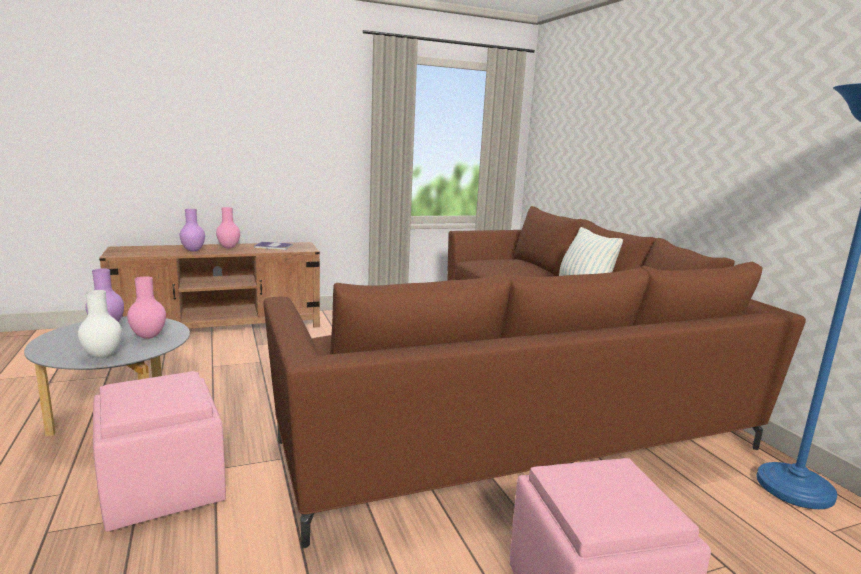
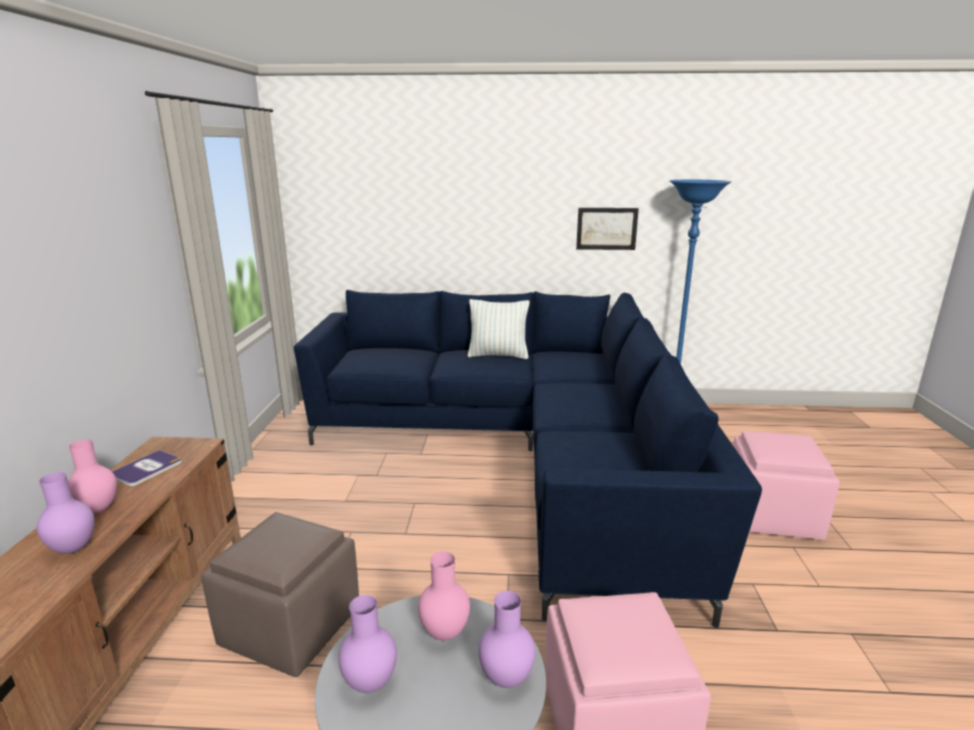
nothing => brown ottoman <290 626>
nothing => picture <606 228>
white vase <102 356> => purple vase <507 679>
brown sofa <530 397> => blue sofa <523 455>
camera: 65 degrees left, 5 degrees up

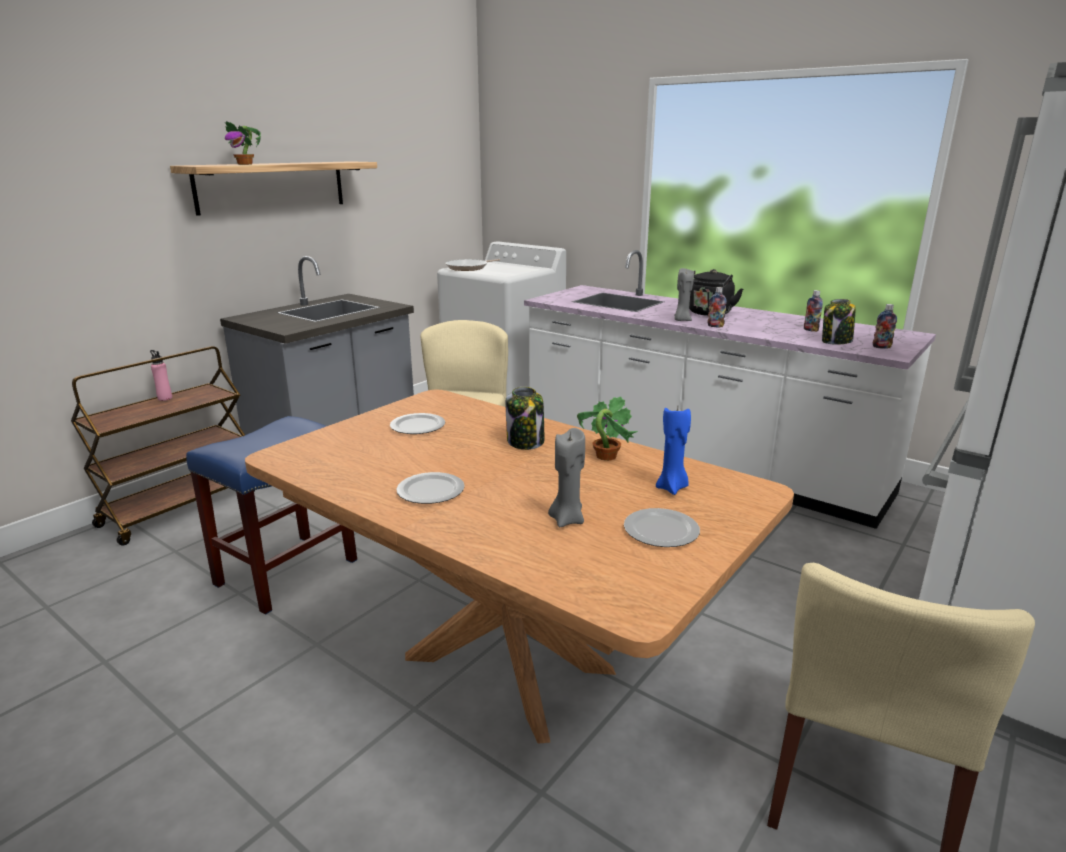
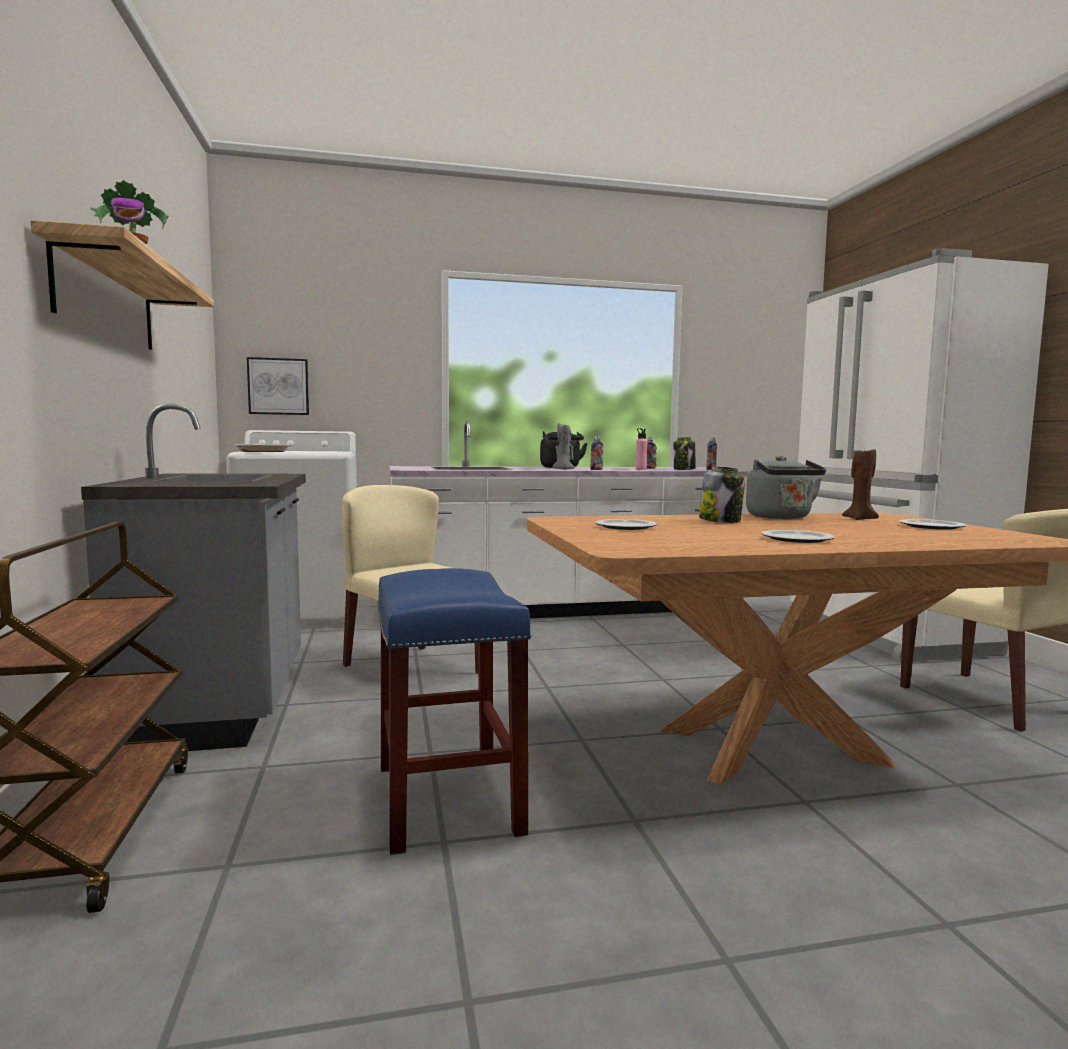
grey candle <567 519> => nothing
nothing => picture <278 386>
pink bottle <165 398> => pink bottle <640 469>, move
potted plant <605 456> => grey kettle <781 517>
blue candle <672 488> => brown candle <860 519>
camera: 50 degrees left, 15 degrees down

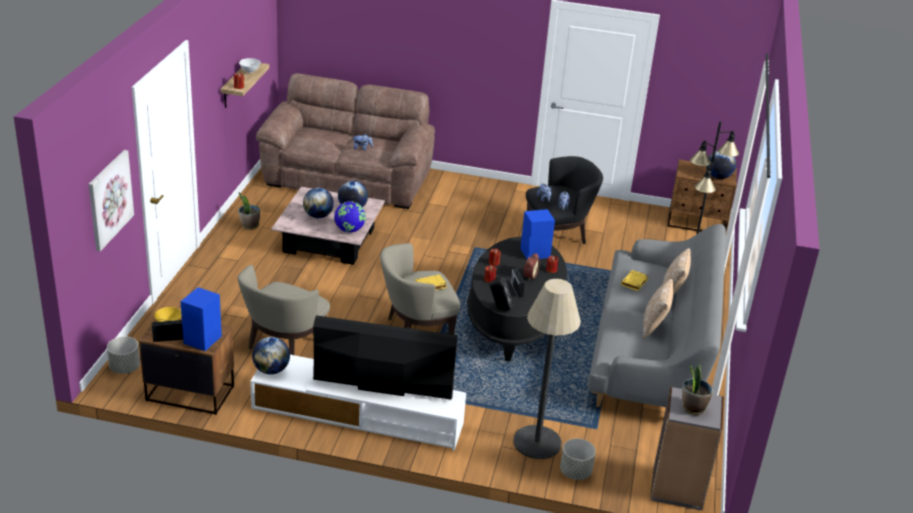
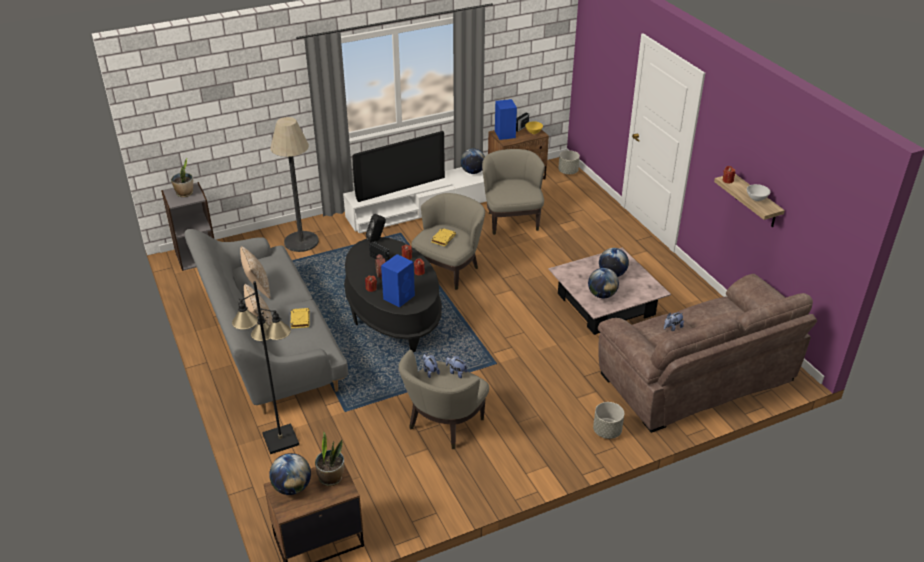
picture <109 199> => nothing
globe <349 230> => nothing
potted plant <249 226> => potted plant <331 478>, move
grey planter <575 472> => grey planter <606 431>, move
black armchair <558 235> => beige armchair <443 425>
camera: 145 degrees right, 5 degrees up

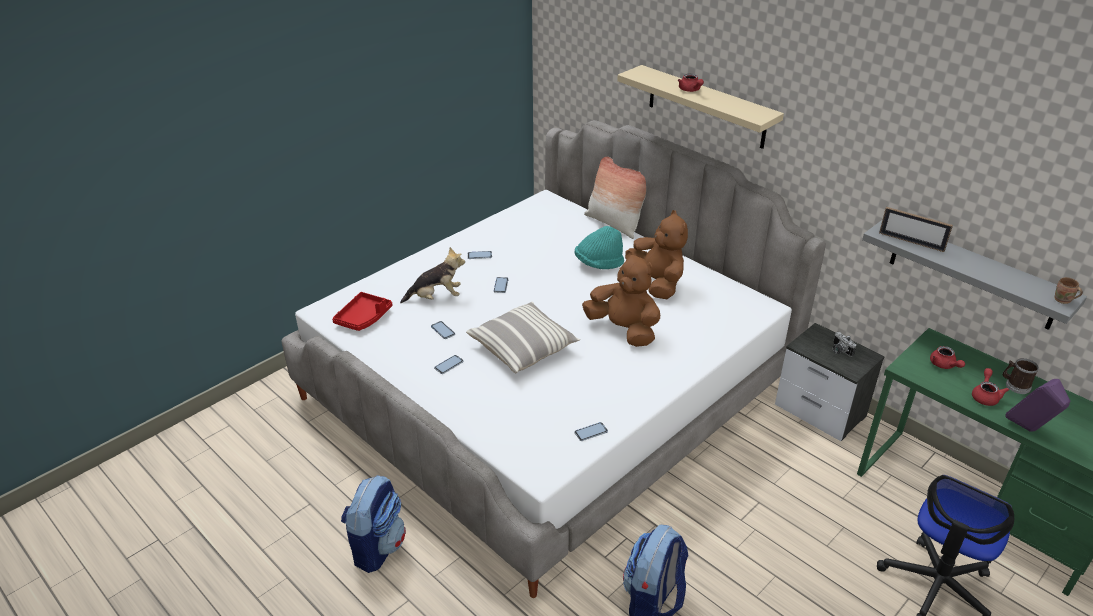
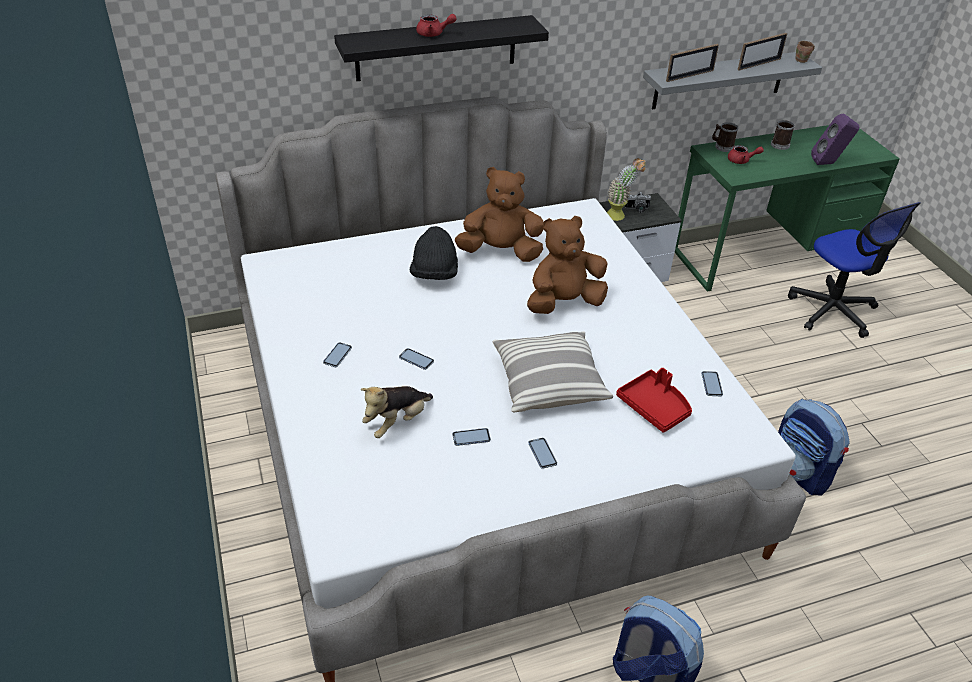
pillow <614 224> => nothing
red teapot <985 396> => nothing
nothing => potted plant <620 216>
nothing => mug <722 146>
nothing => picture frame <759 64>
red tray <364 318> => red tray <654 407>, move
turquoise hat <599 263> => black hat <434 274>
beige shelf <706 107> => black shelf <436 48>
plush toy <436 297> => plush toy <397 422>, 150 degrees counterclockwise
camera: 65 degrees left, 5 degrees up

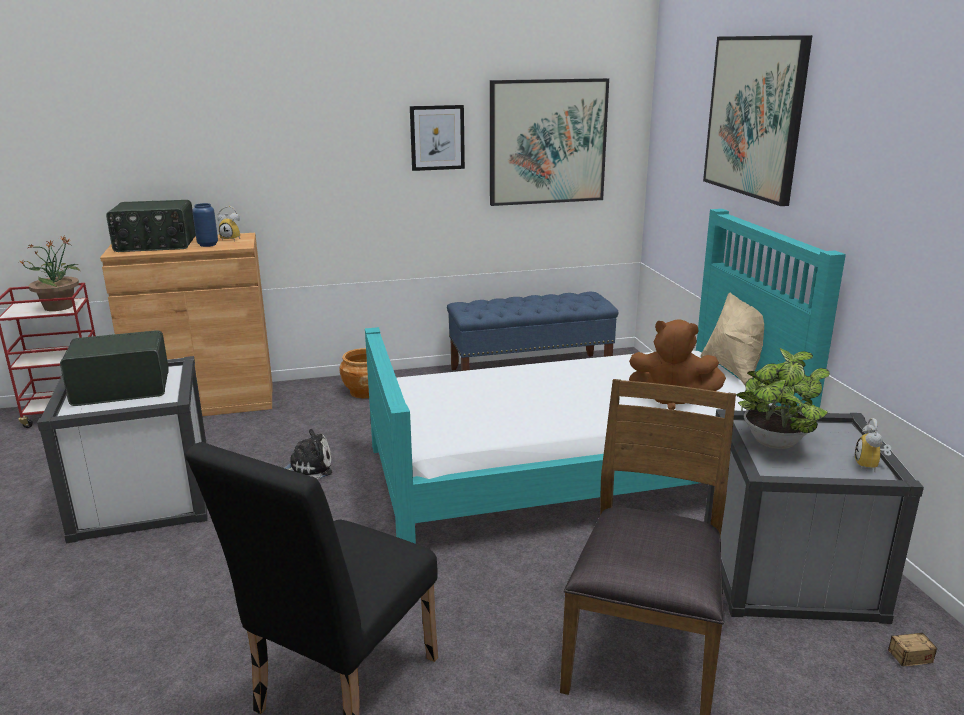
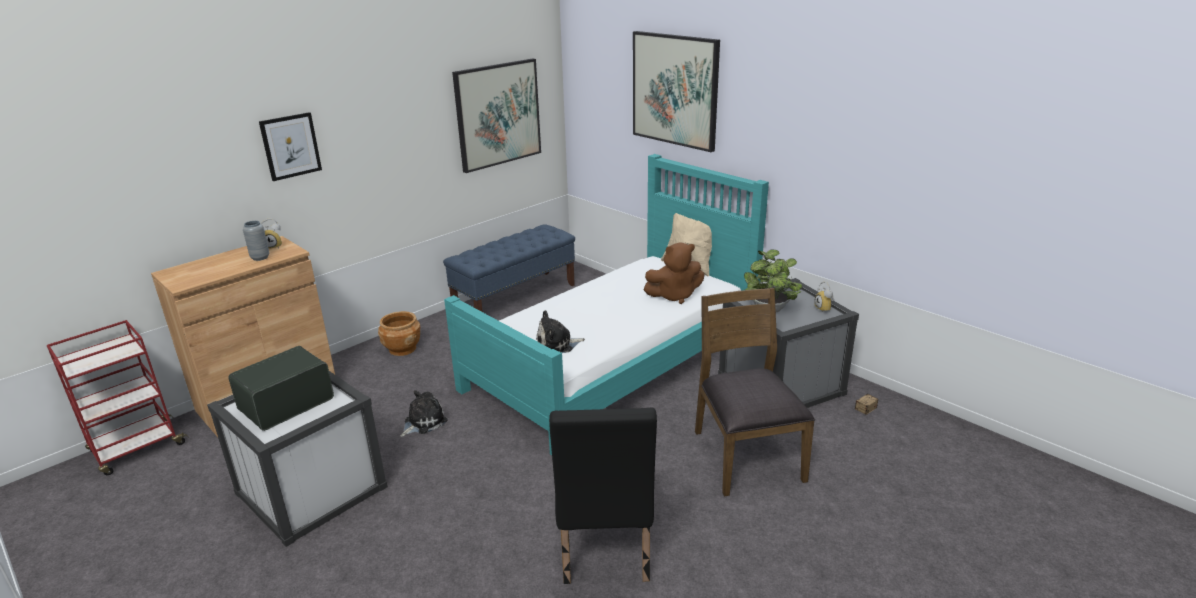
potted plant <59 306> => nothing
radio <155 245> => nothing
nothing => plush toy <557 345>
picture <437 137> => picture <290 146>, move
blue vase <208 245> => grey vase <260 258>
camera: 30 degrees left, 5 degrees up

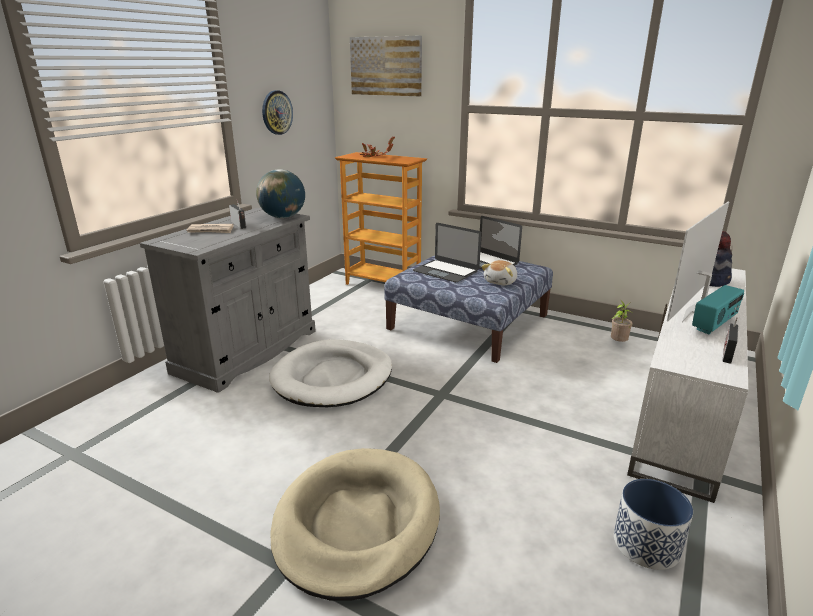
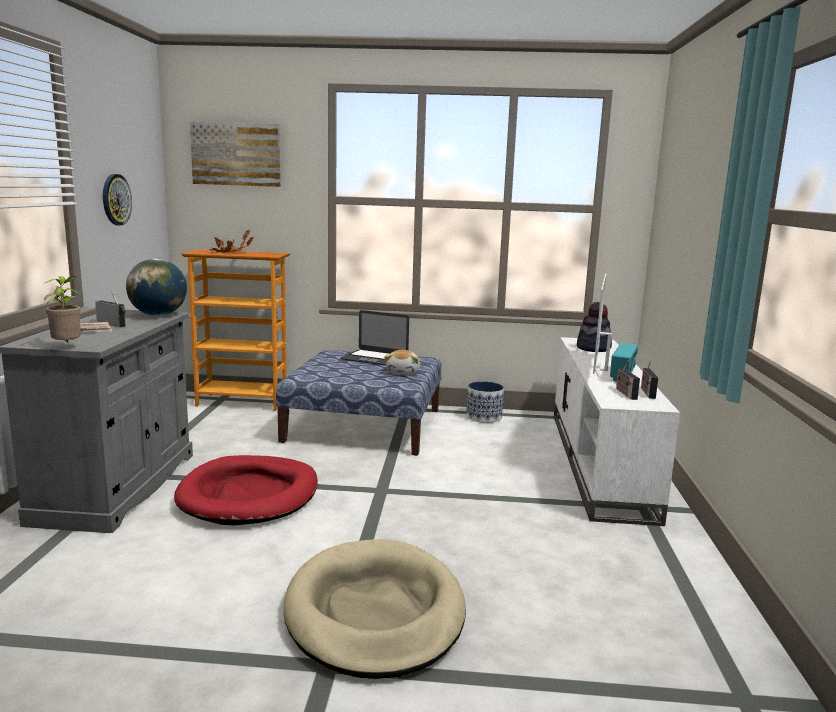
laptop <446 271> => nothing
nothing => radio <625 393>
potted plant <618 343> => potted plant <67 347>, move
planter <647 544> => planter <484 417>, move
white dog bed <333 377> => red dog bed <249 495>
camera: 25 degrees left, 10 degrees down

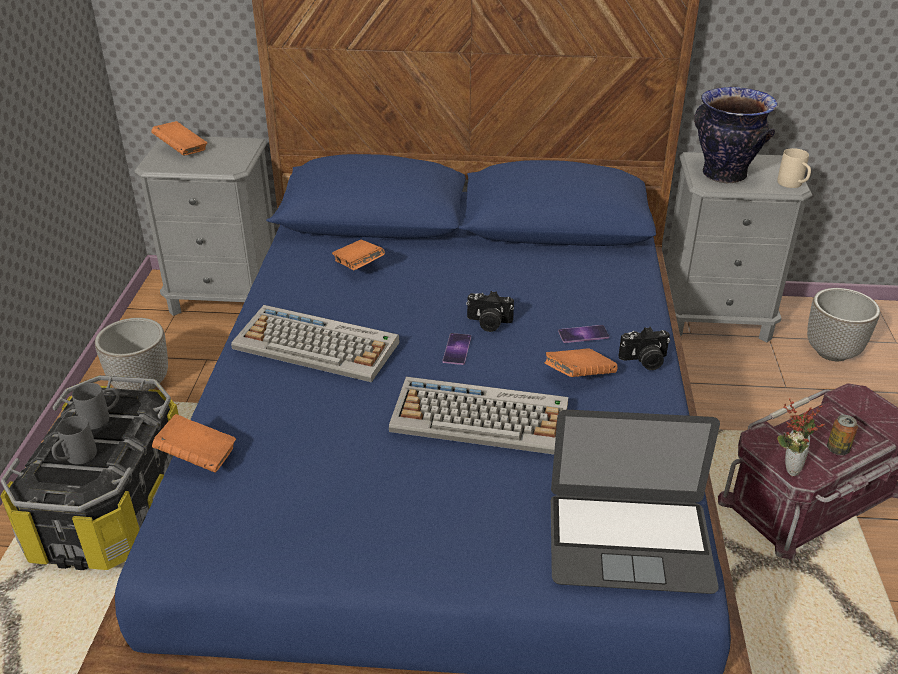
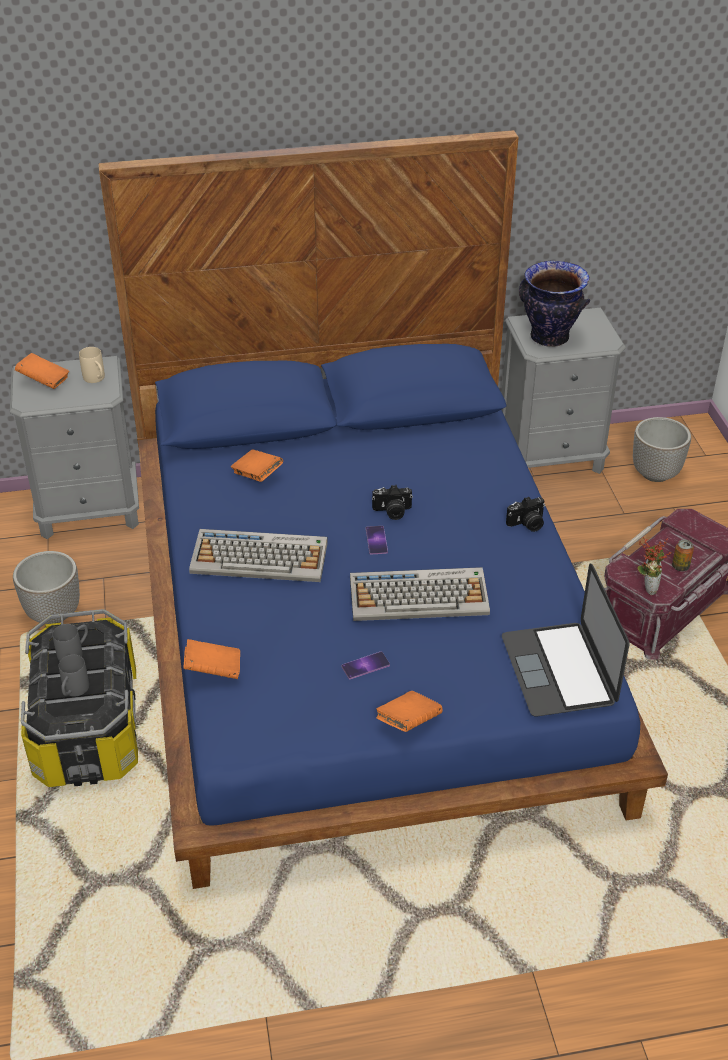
orange book <579 376> => orange book <408 722>, move
phone <583 334> => phone <365 665>, move
beige mug <793 185> => beige mug <96 379>, move
laptop <629 541> => laptop <559 669>, 90 degrees clockwise
camera: 15 degrees left, 5 degrees up

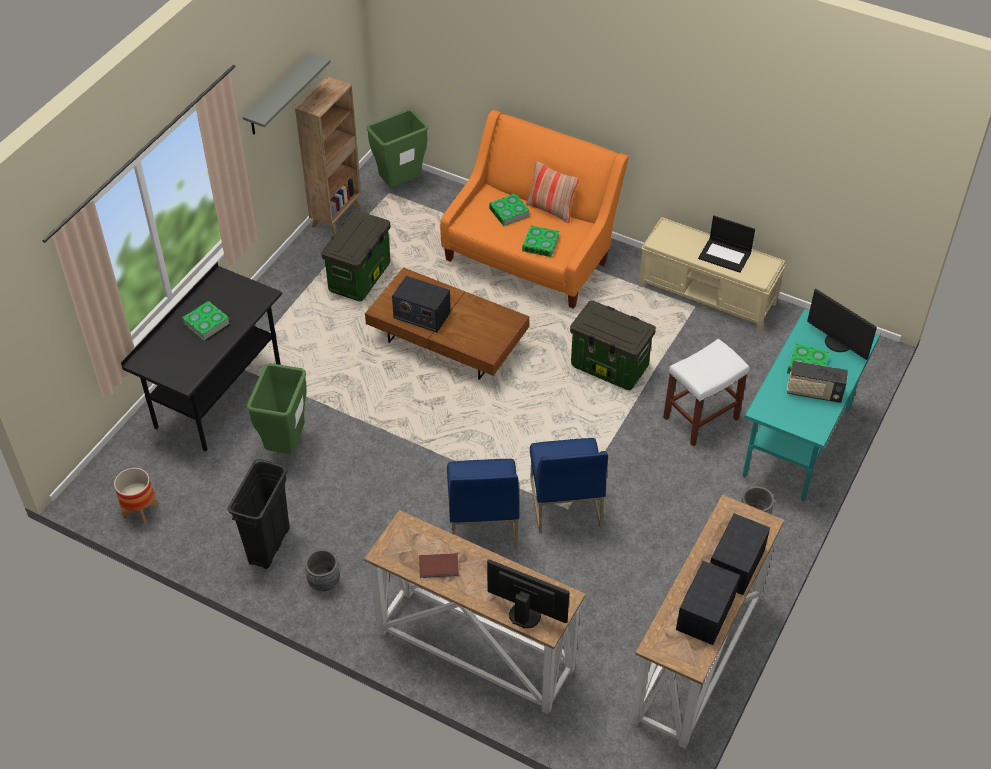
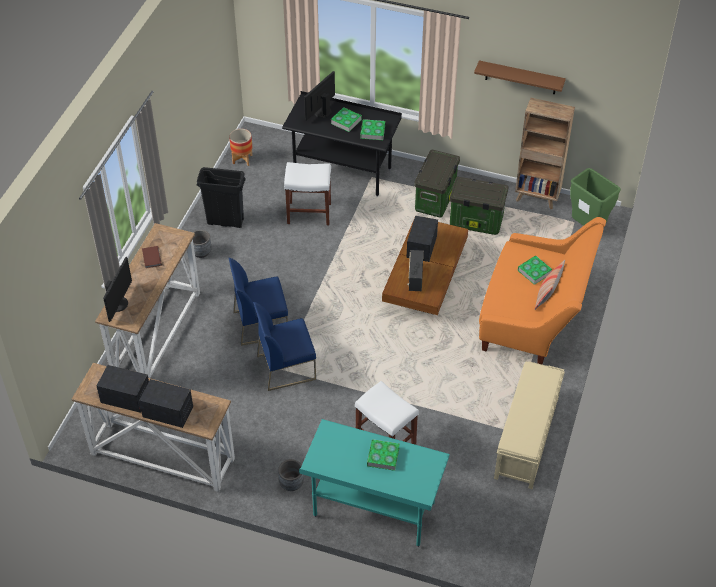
laptop <725 255> => nothing
book <540 244> => book <372 132>, move
storage box <610 367> => storage box <435 200>, move
radio <813 393> => radio <415 278>, move
monitor <837 343> => monitor <321 111>, move
green trash can <286 445> => white stool <308 213>
grey shelf <278 95> => brown shelf <521 77>
camera: 80 degrees right, 0 degrees up

